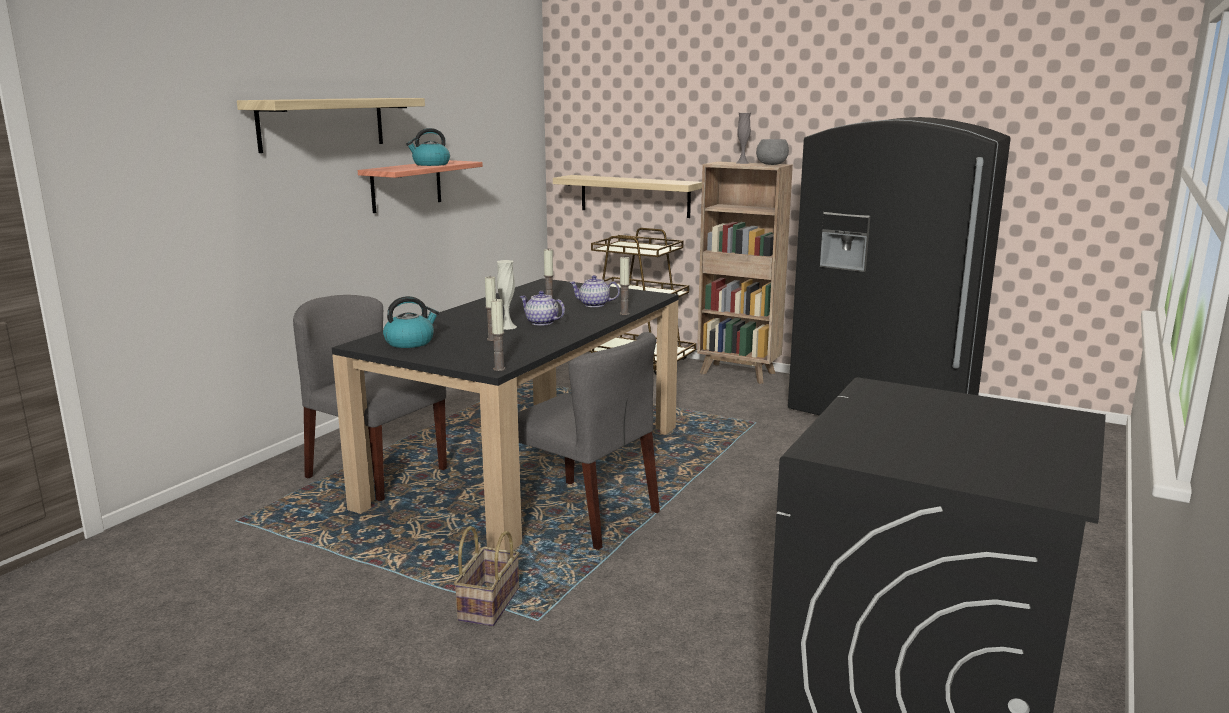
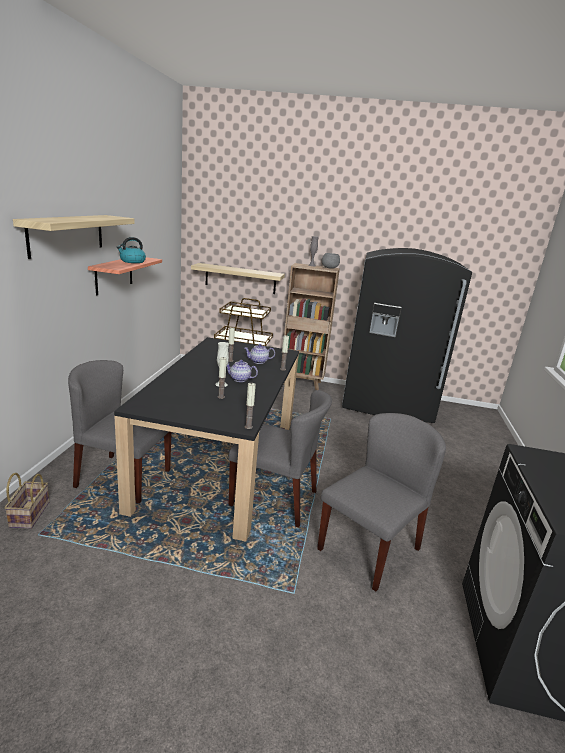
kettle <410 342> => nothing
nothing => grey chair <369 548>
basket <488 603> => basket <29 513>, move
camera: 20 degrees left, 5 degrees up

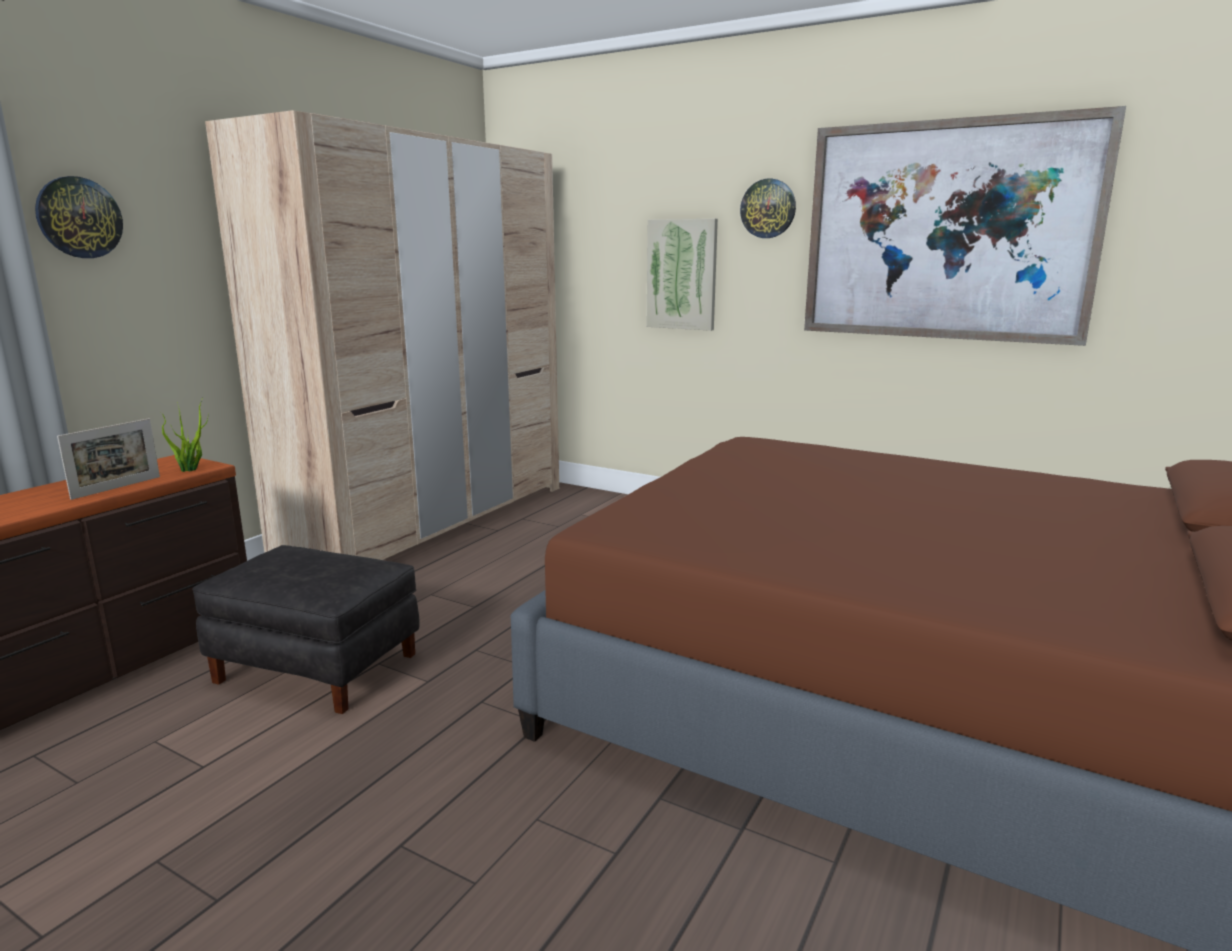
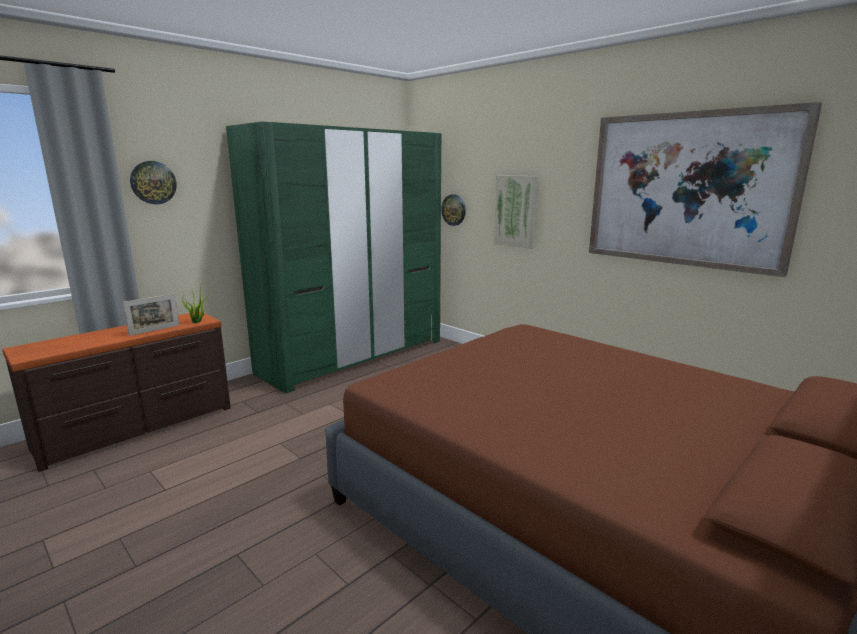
black ottoman <318 667> => nothing
wall clock <768 208> => wall clock <454 210>, move
beige wardrobe <433 521> => green wardrobe <354 356>
camera: 15 degrees right, 0 degrees up

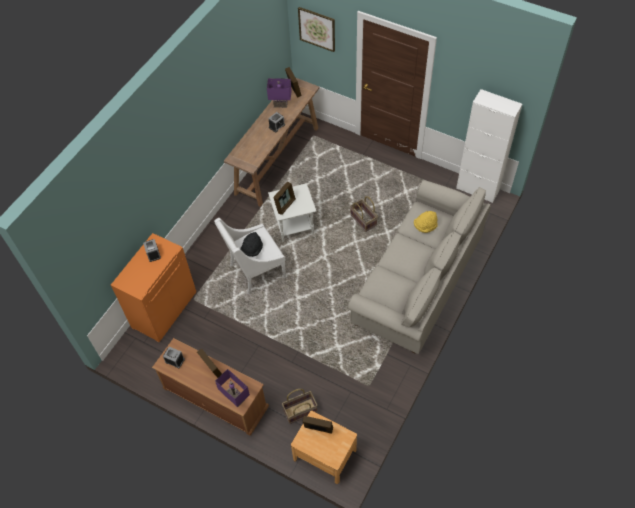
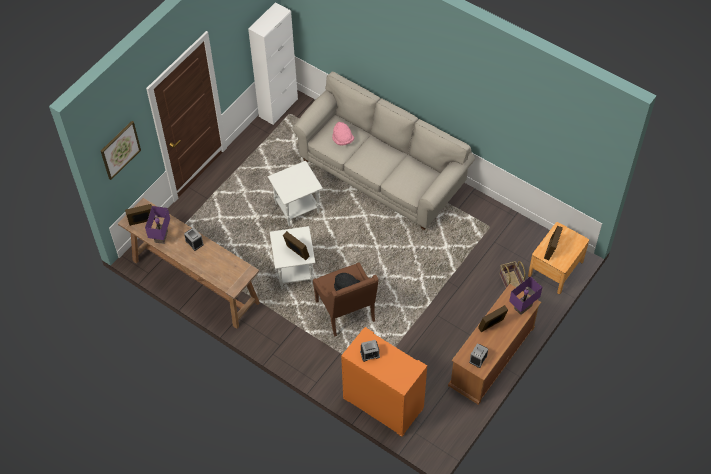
basket <364 220> => white side table <297 208>
white armchair <255 271> => brown armchair <347 312>
yellow hat <425 226> => pink hat <342 139>
camera: 85 degrees left, 0 degrees up

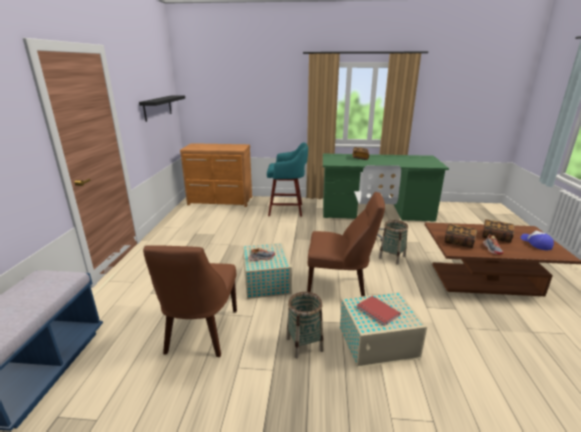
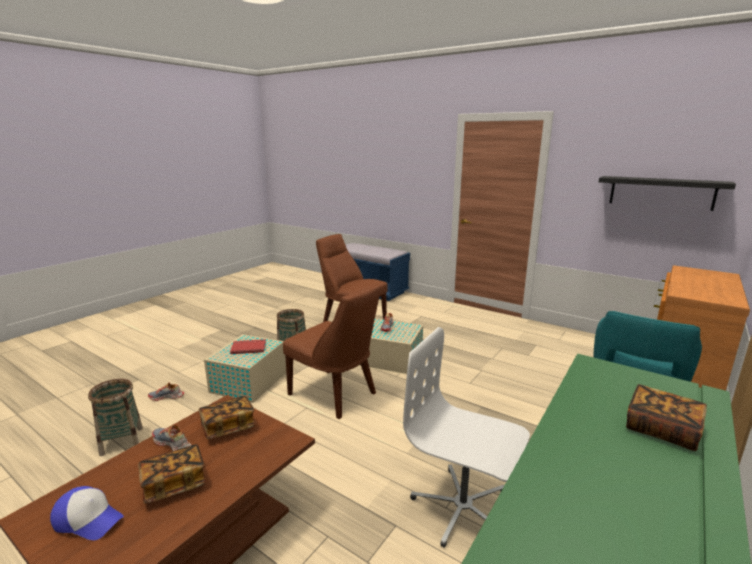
nothing => shoe <166 397>
basket <392 257> => basket <121 441>, move
brown chair <340 288> => brown chair <335 395>, 90 degrees counterclockwise
camera: 120 degrees right, 5 degrees down

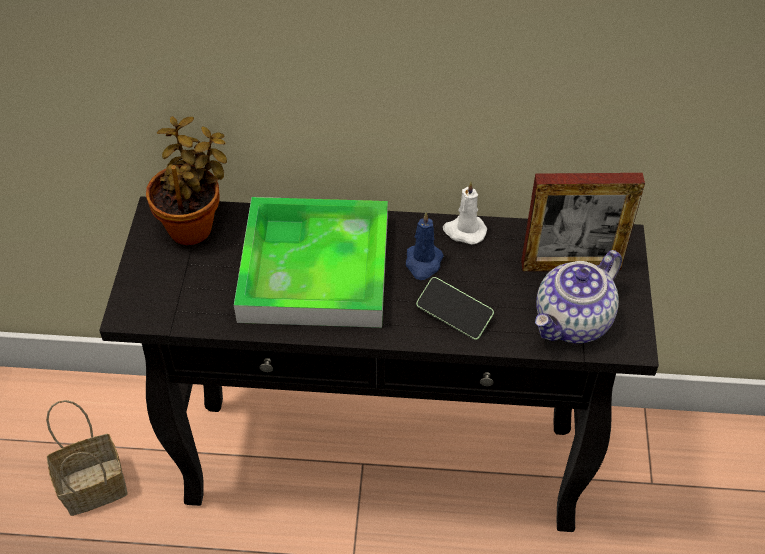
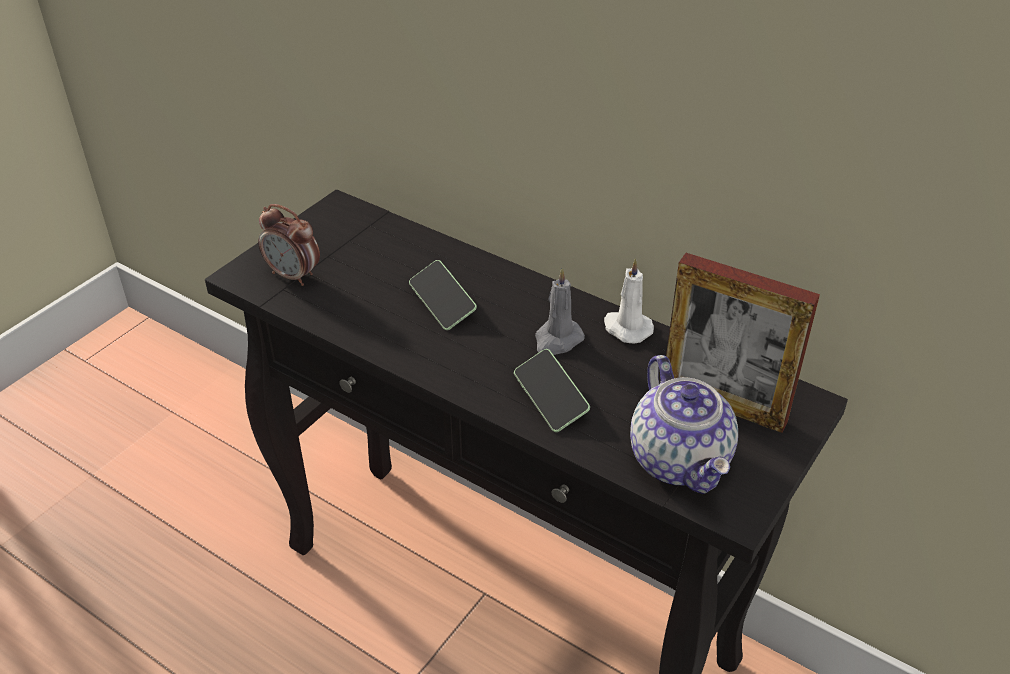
basket <92 488> => nothing
potted plant <194 226> => nothing
nothing => alarm clock <294 275>
tray <315 269> => phone <442 304>
blue candle <423 263> => grey candle <557 340>
teapot <573 322> => teapot <681 461>, 90 degrees counterclockwise
camera: 30 degrees right, 10 degrees down

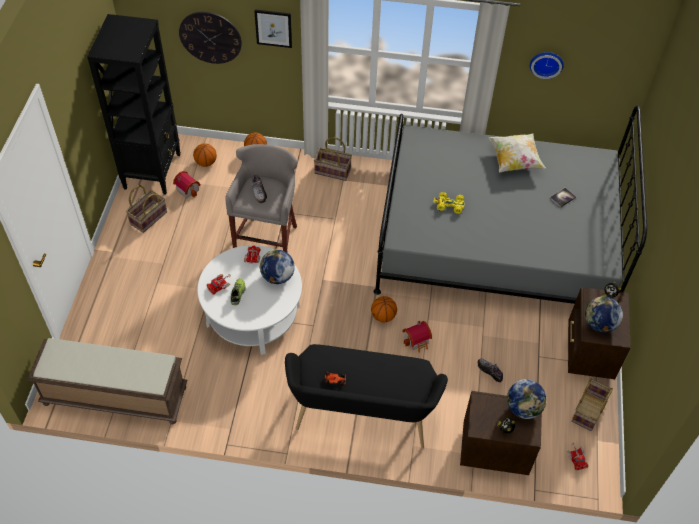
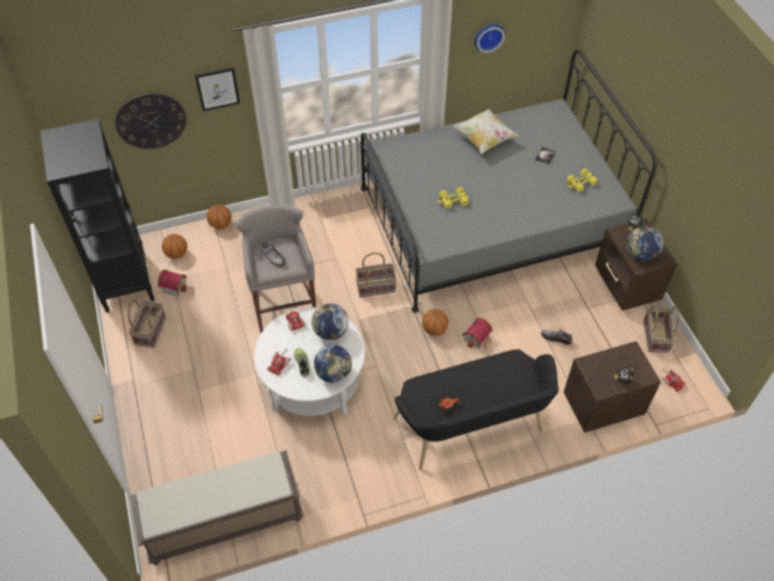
nothing => yellow toy car <581 183>
basket <333 170> => basket <376 286>, move
globe <523 408> => globe <334 373>, move
camera: 25 degrees left, 0 degrees up

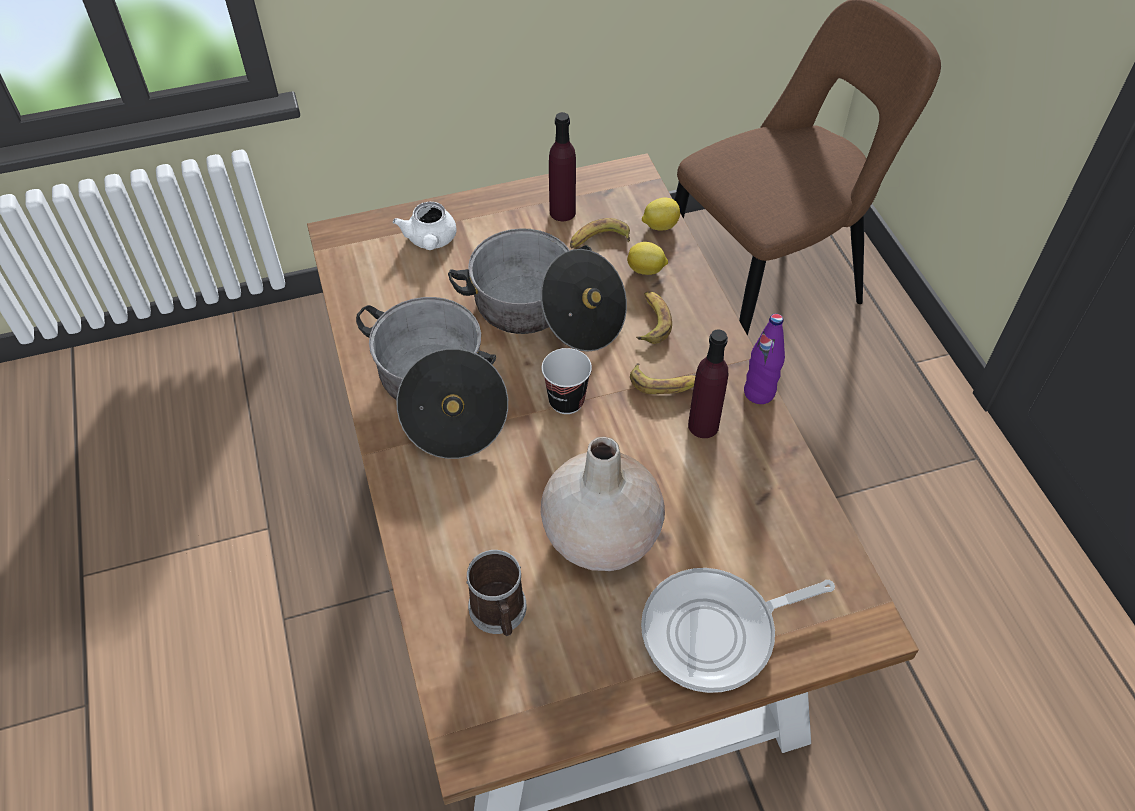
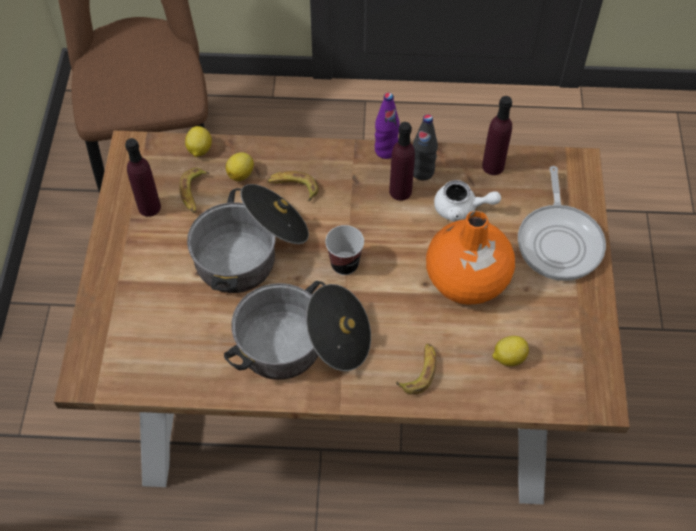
nothing => black bottle <422 172>
nothing => purple bottle <493 166>
white teapot <430 241> => white teapot <461 209>, move
banana <664 383> => banana <419 371>, move
mug <499 613> => lemon <508 357>
beige vase <600 534> => orange vase <466 280>
camera: 70 degrees left, 5 degrees up

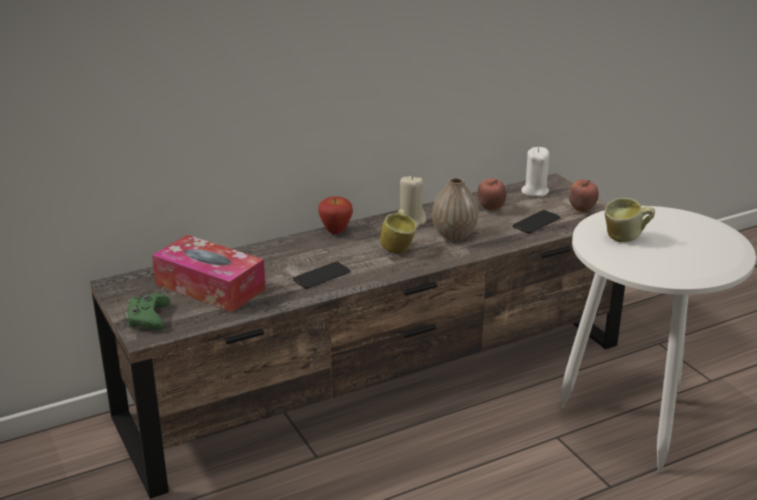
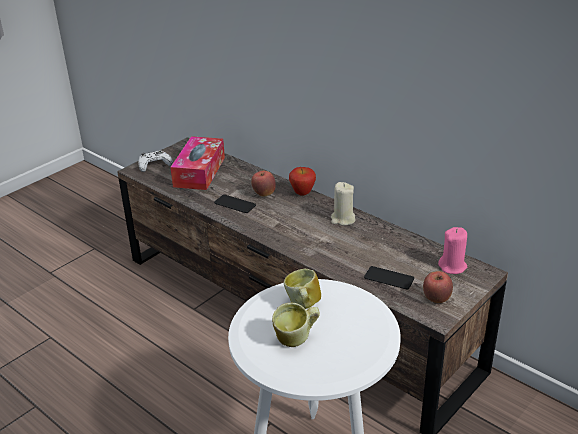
vase <454 235> => nothing
mug <399 247> => mug <296 340>, move
apple <491 208> => apple <264 194>, move
green game controller <148 318> => white game controller <154 164>
white candle <534 191> => pink candle <452 266>
camera: 70 degrees right, 5 degrees up

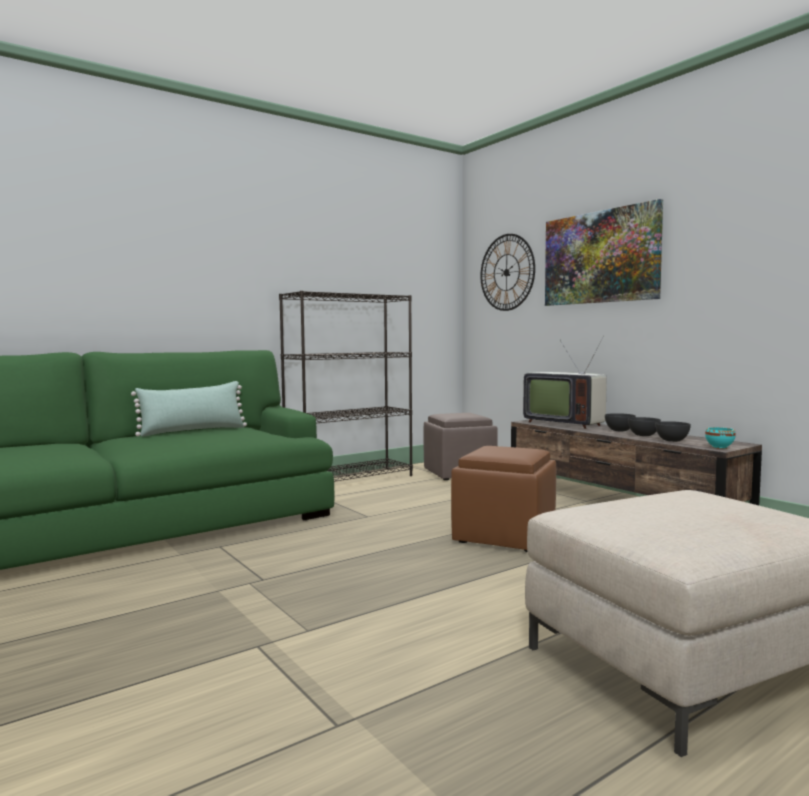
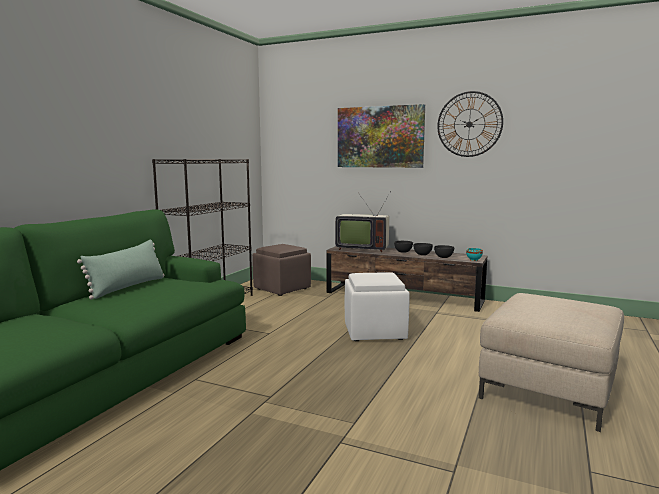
wall clock <506 272> => wall clock <469 124>, move
brown ottoman <506 536> => white ottoman <375 331>
camera: 30 degrees left, 5 degrees up

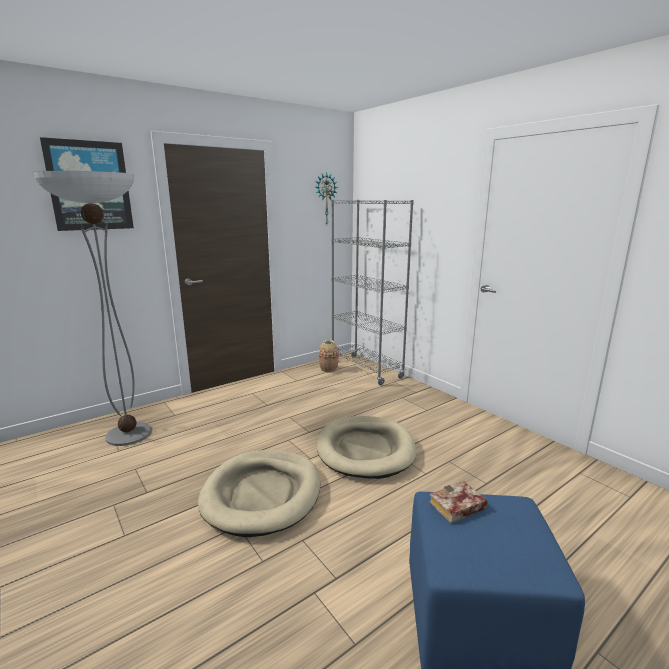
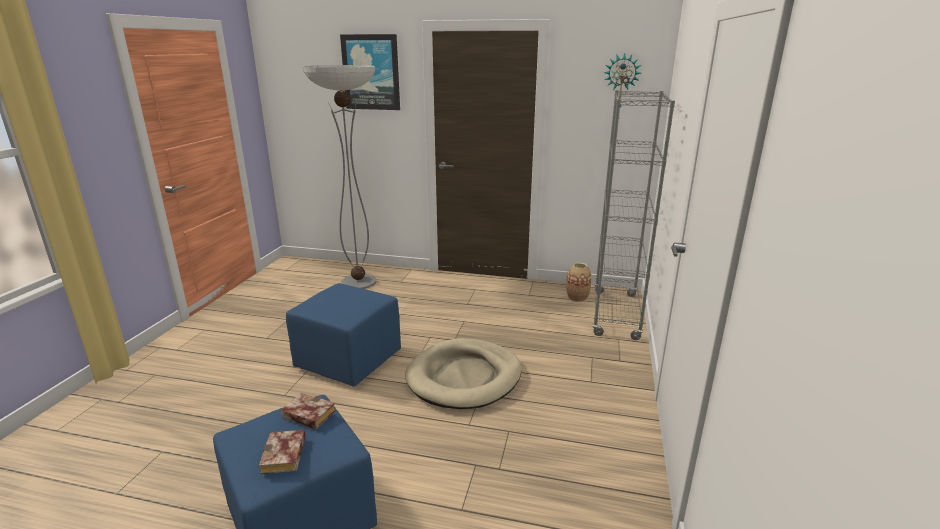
nothing => book <285 457>
beige dog bed <262 494> => blue ottoman <350 361>
camera: 50 degrees right, 5 degrees up

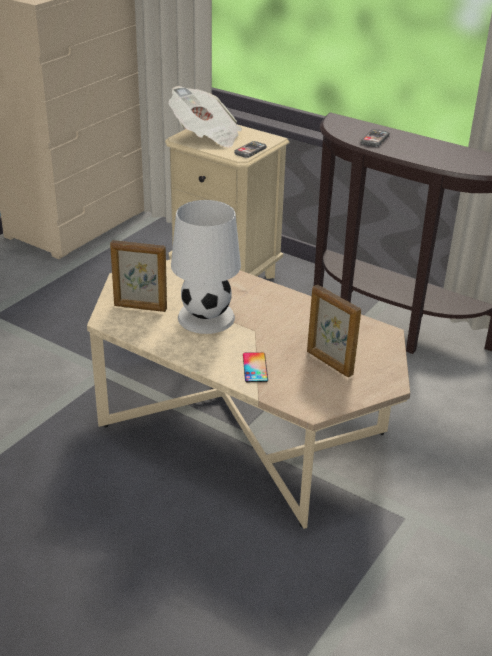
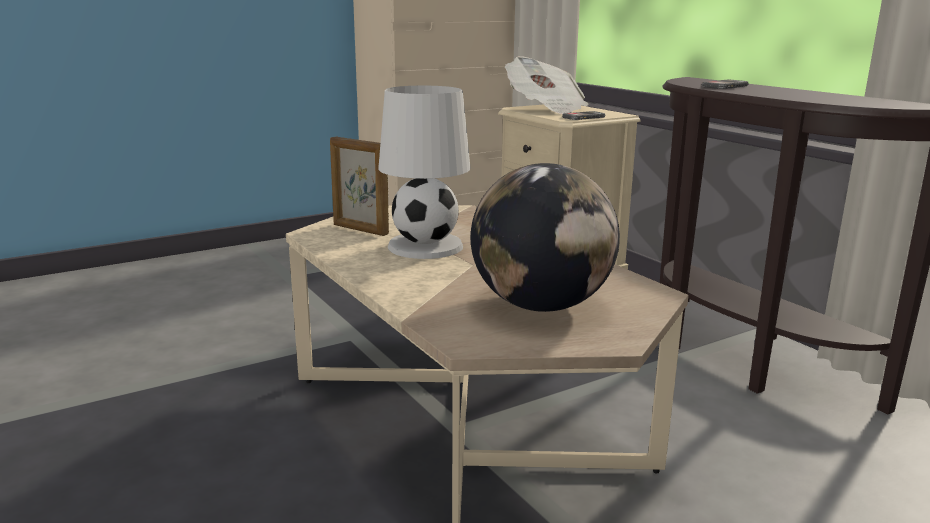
phone <255 367> => nothing
picture frame <329 363> => globe <541 305>
camera: 25 degrees right, 15 degrees down

